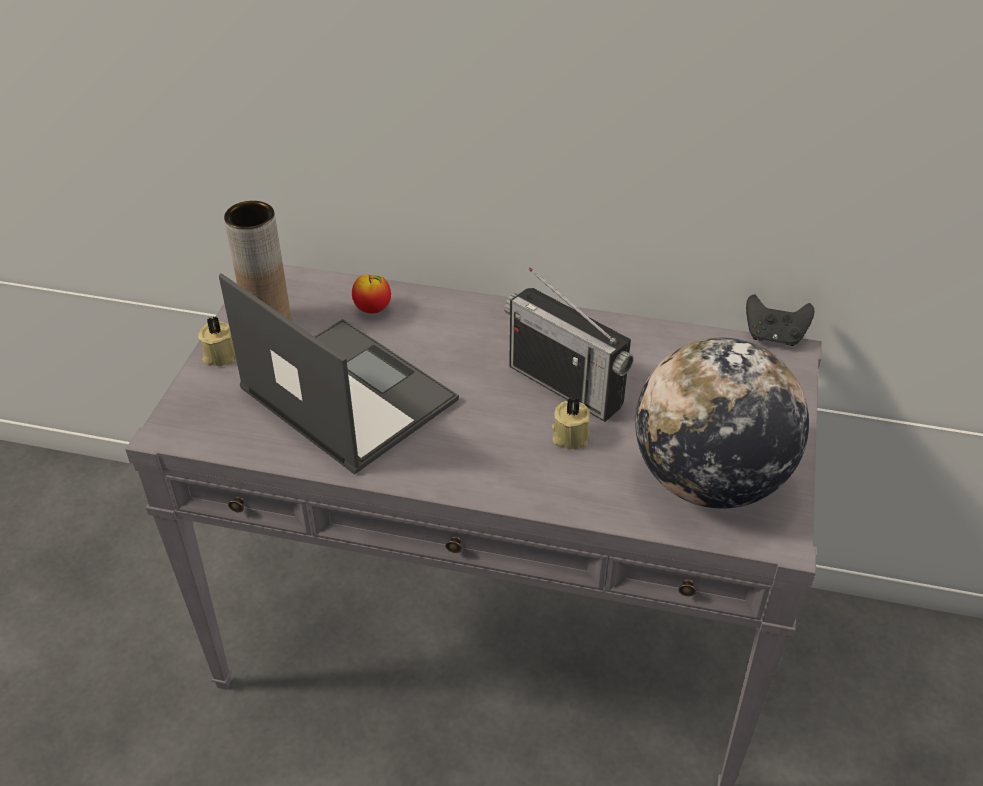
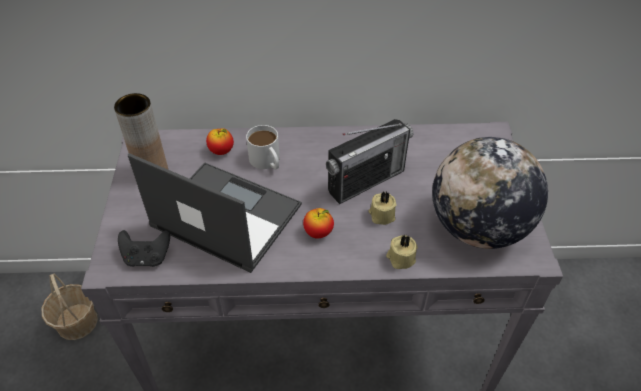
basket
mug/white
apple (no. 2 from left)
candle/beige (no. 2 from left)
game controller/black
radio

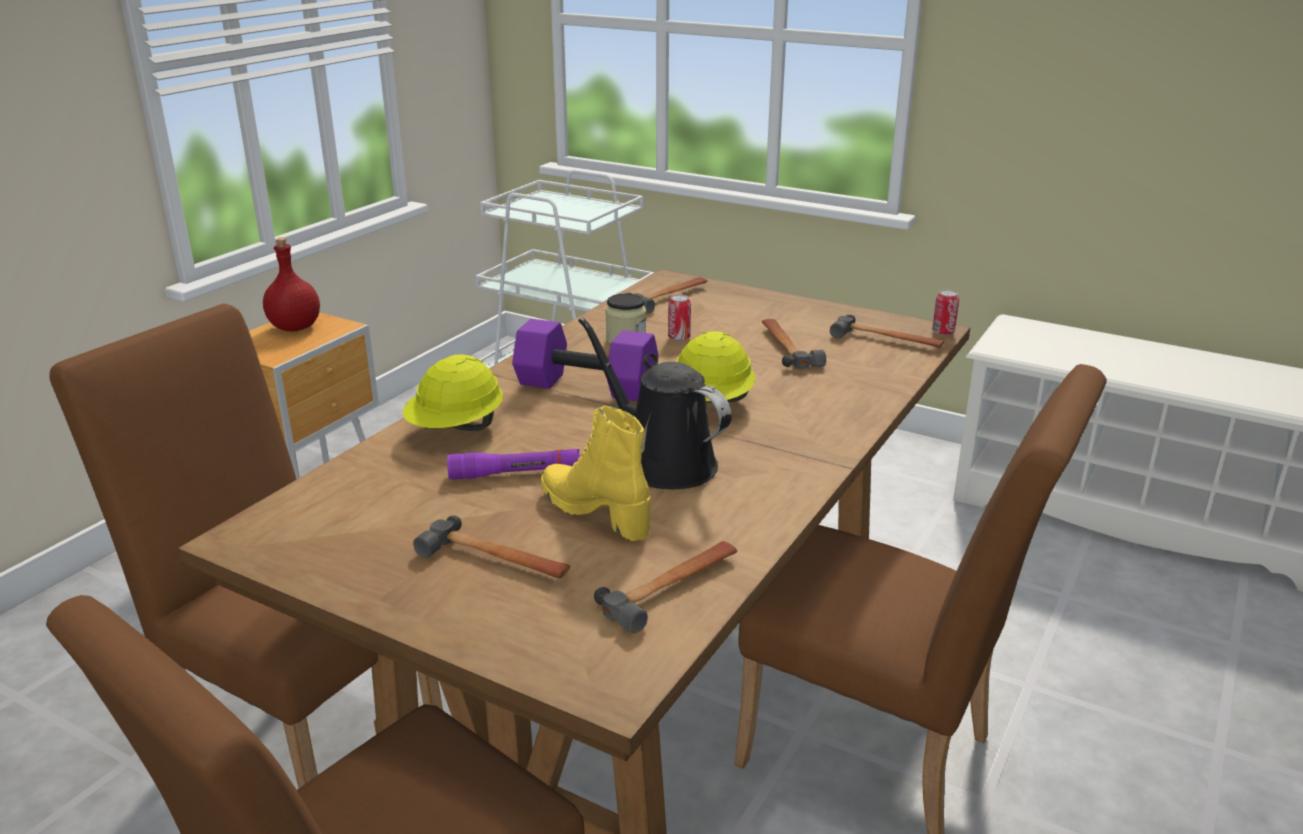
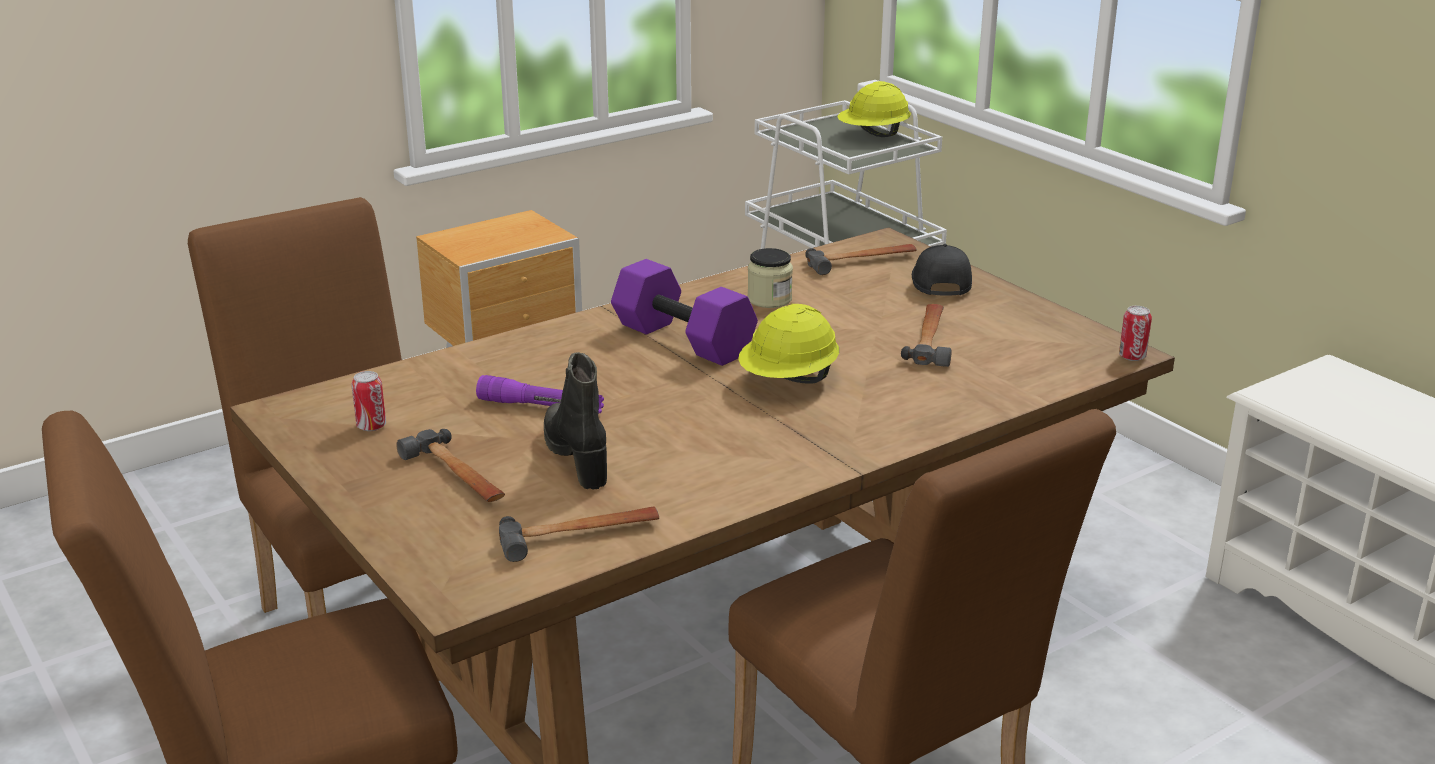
bottle/red
watering can/black
hammer (no. 5 from left in the first image)
cap/black
hard hat/yellow (no. 2 from left)
can (no. 1 from left)
boot/black

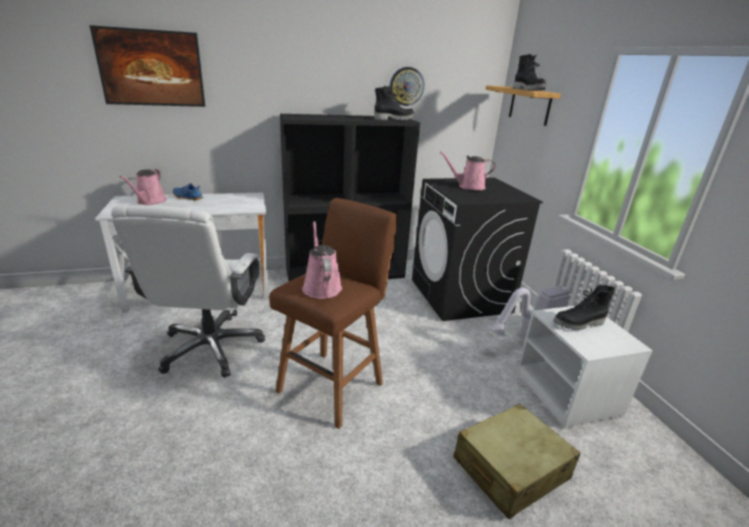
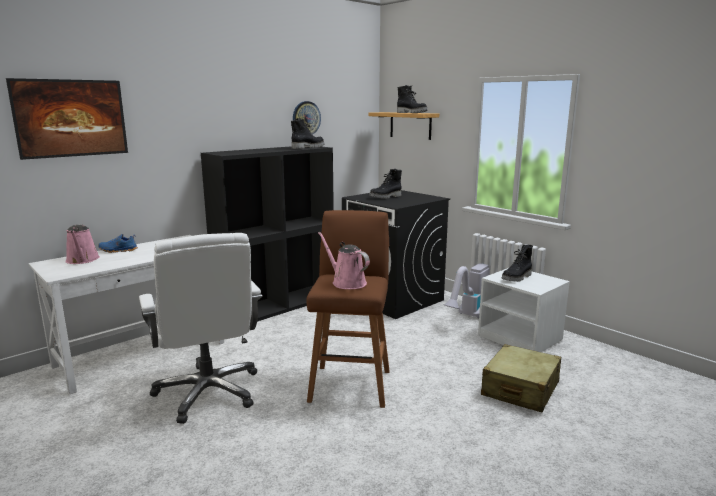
boot/black (no. 2 from left)

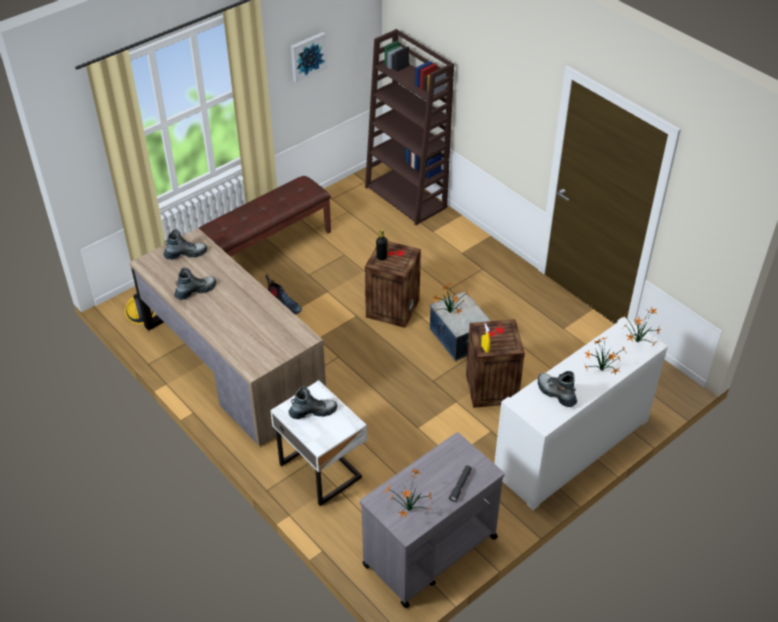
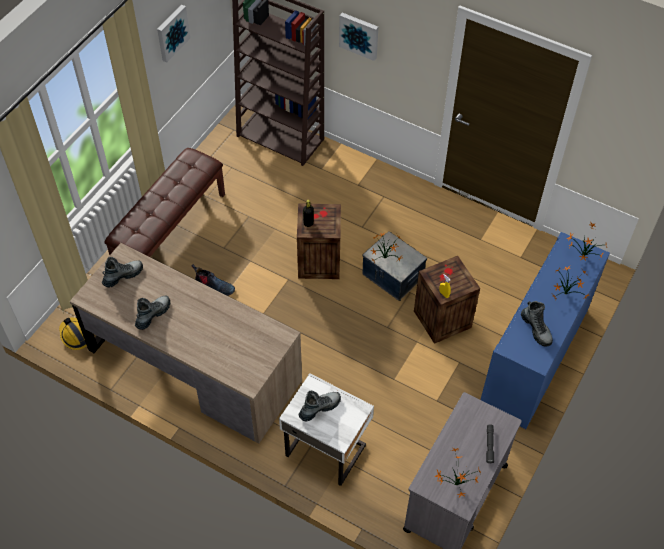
picture (no. 2 from left)
cabinet/blue
boot (no. 5 from left)

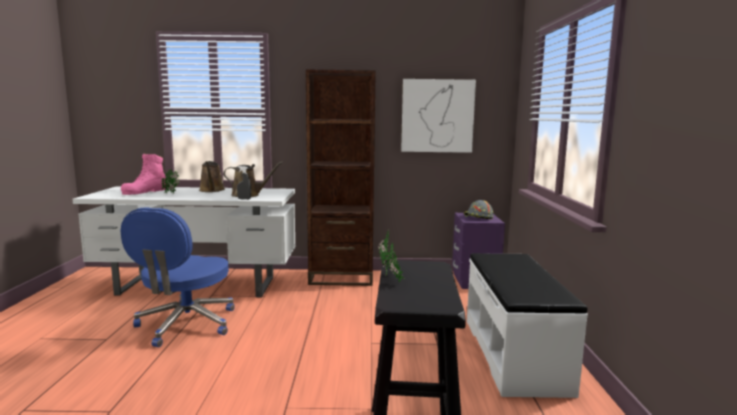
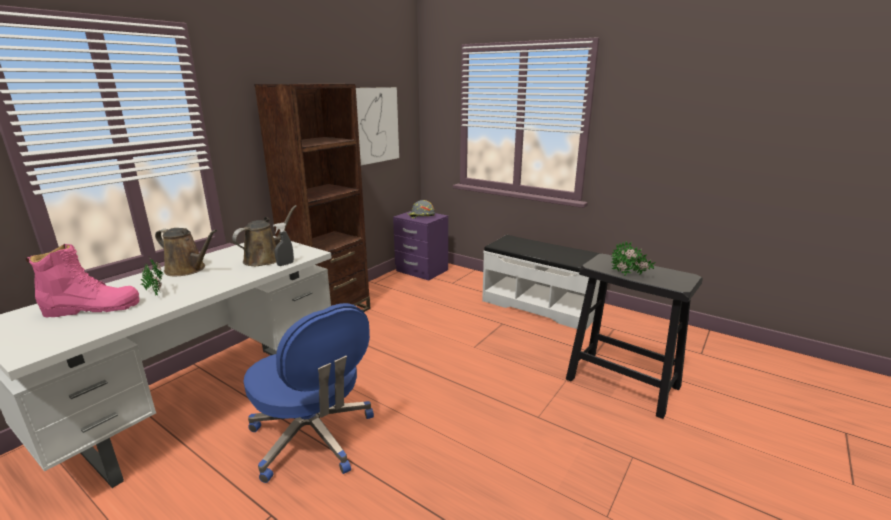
boot/pink

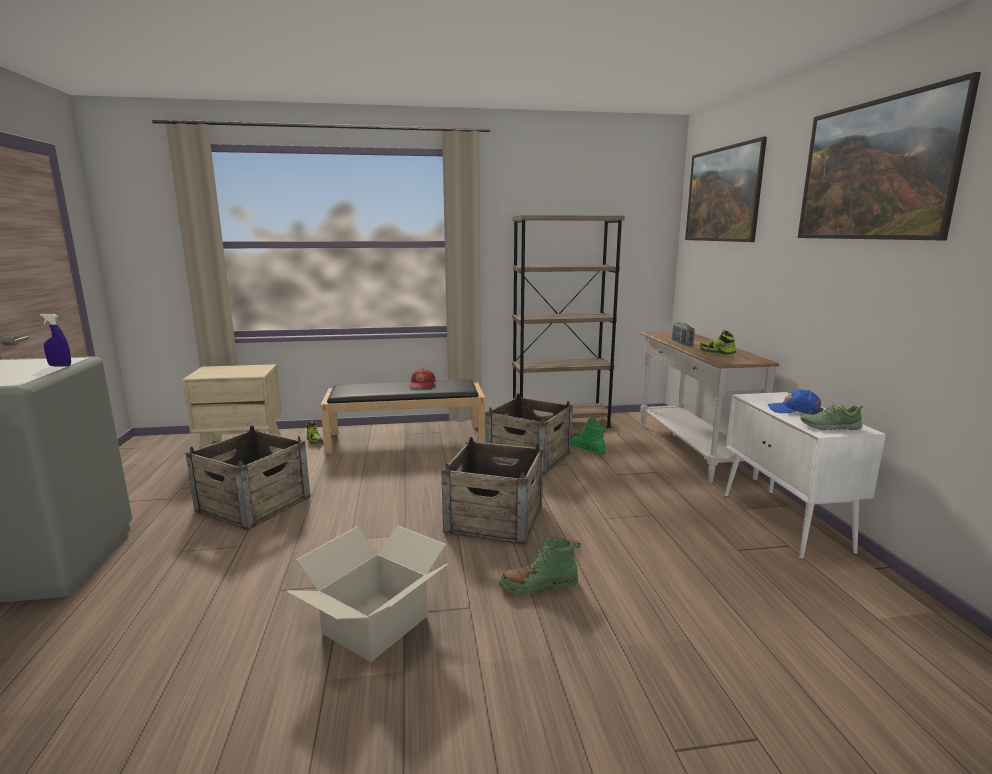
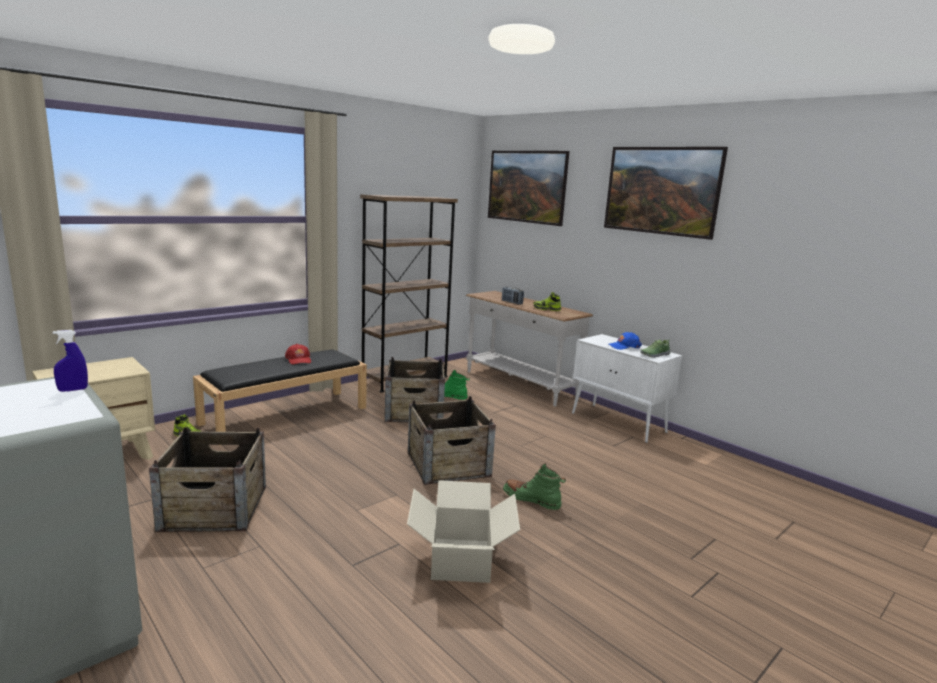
boot/green (no. 2 from left)

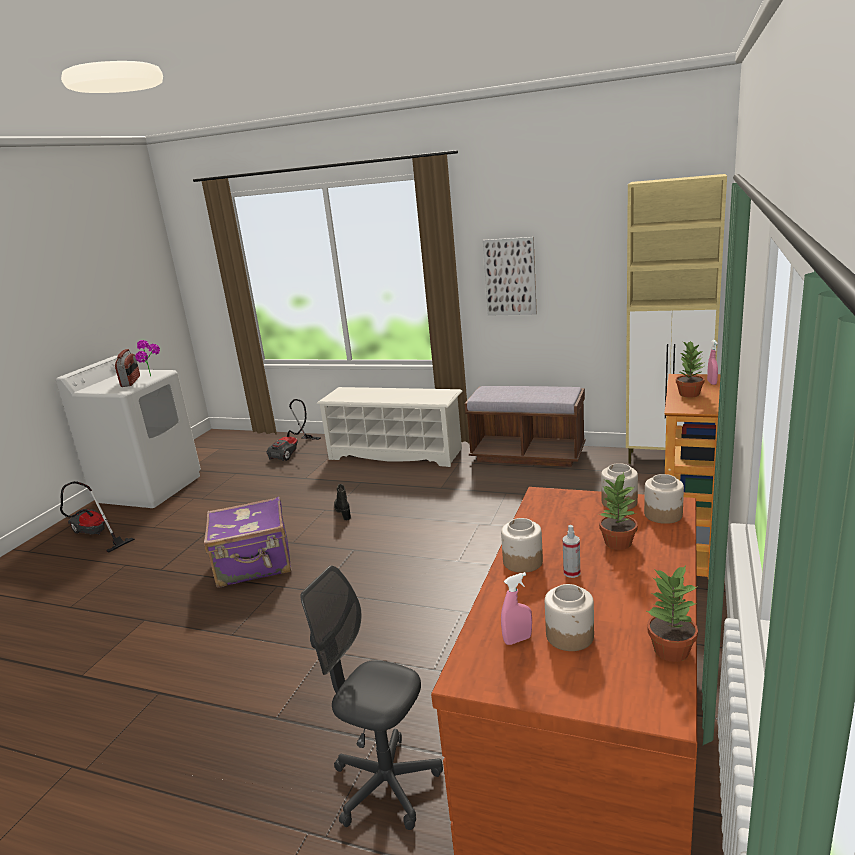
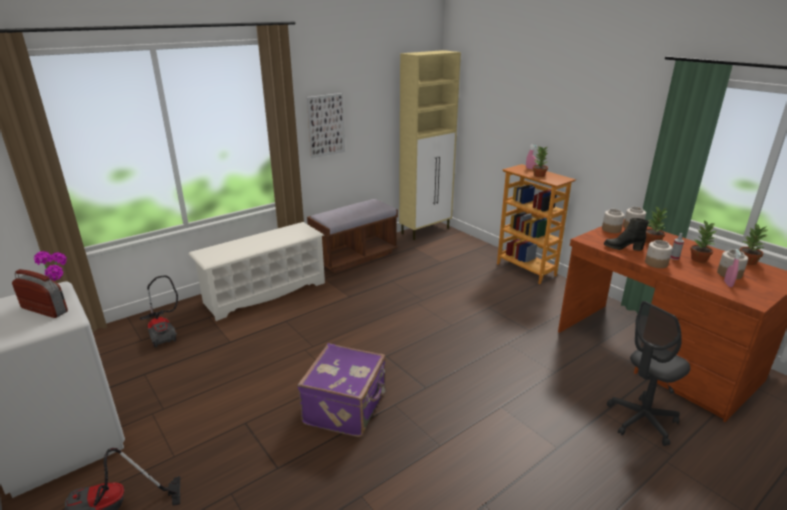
potted plant (no. 4 from left)
boot/black

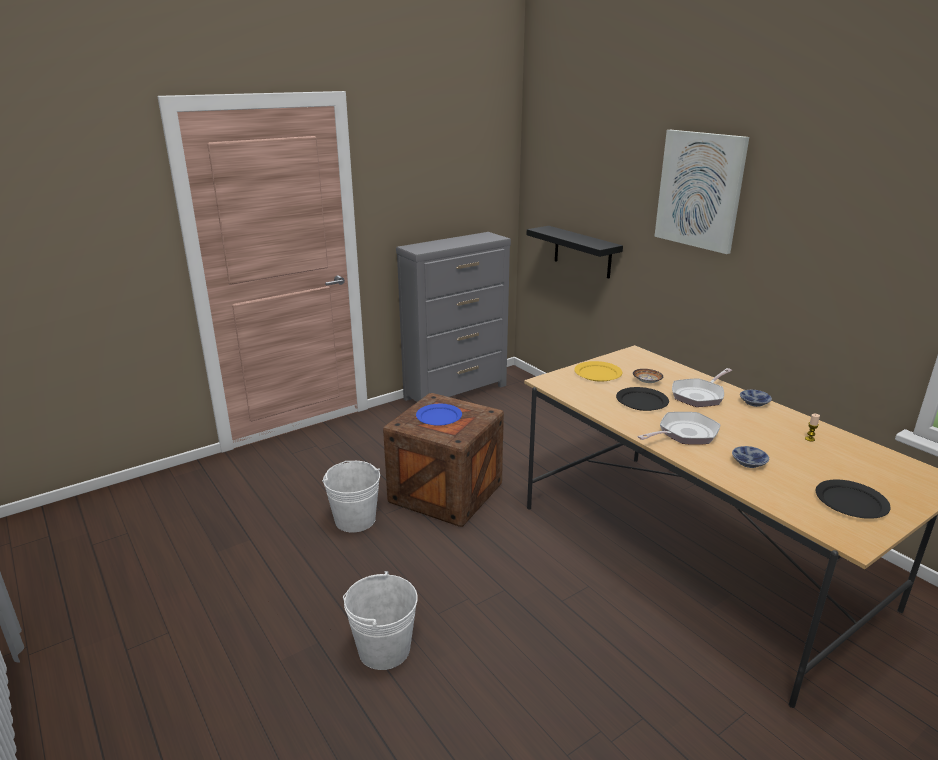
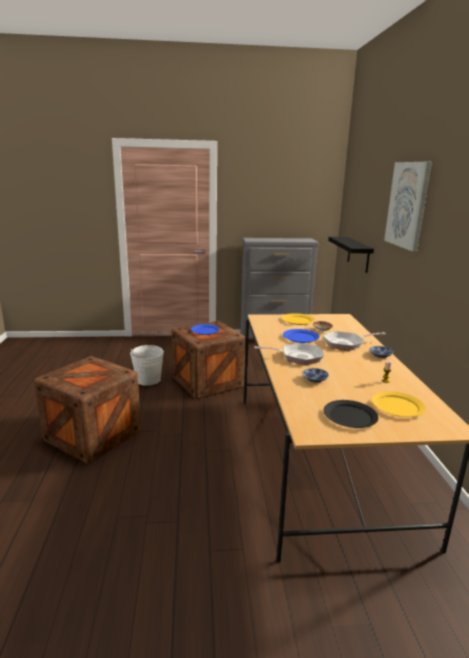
plate/yellow (no. 2 from left)
crate (no. 1 from left)
plate/blue (no. 2 from left)

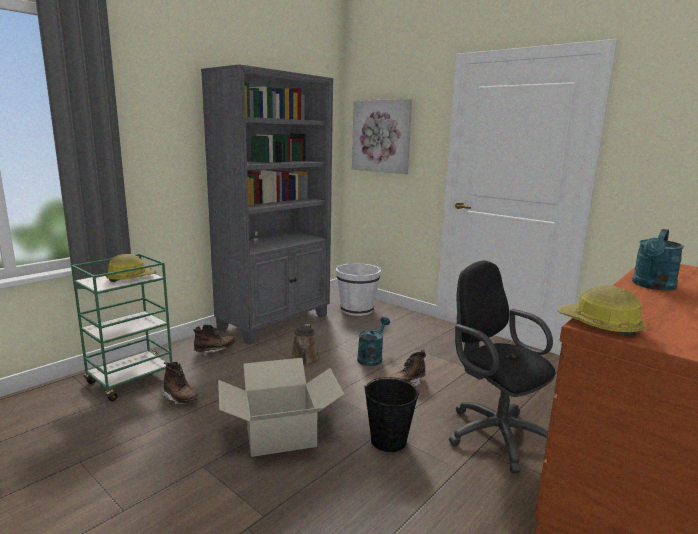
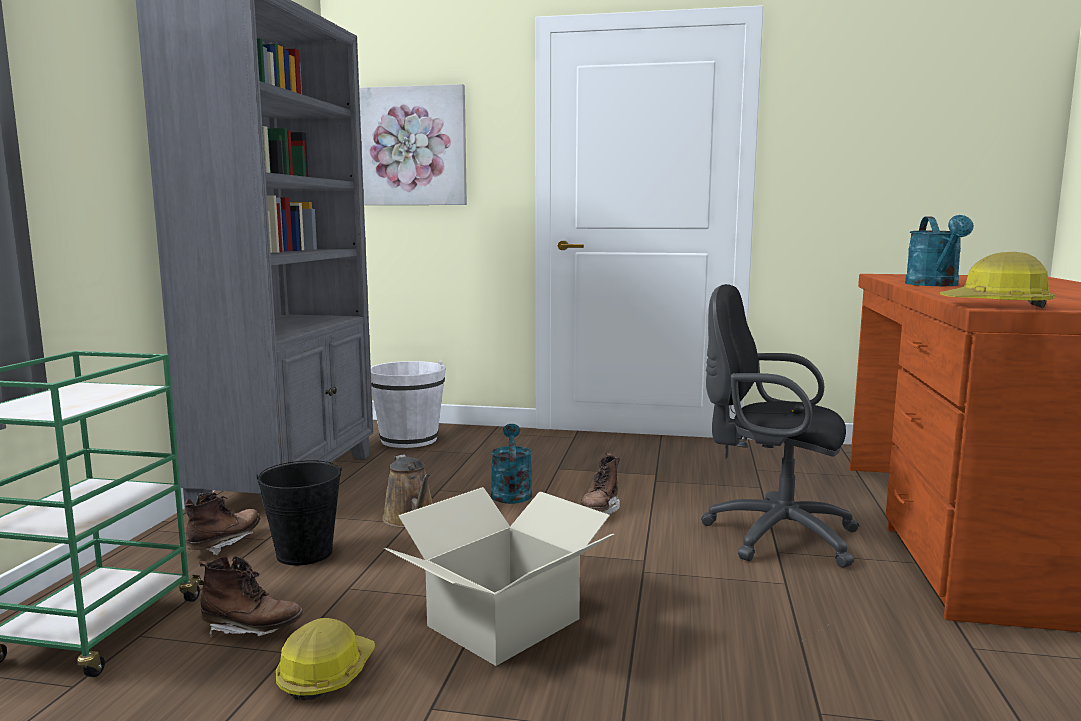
hard hat (no. 1 from left)
bucket/black

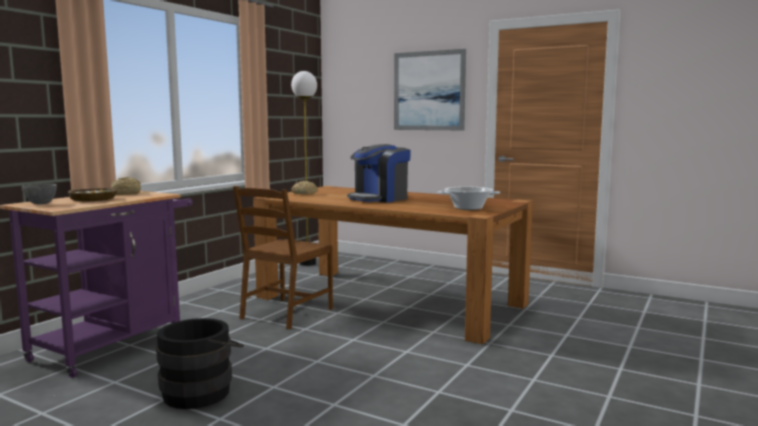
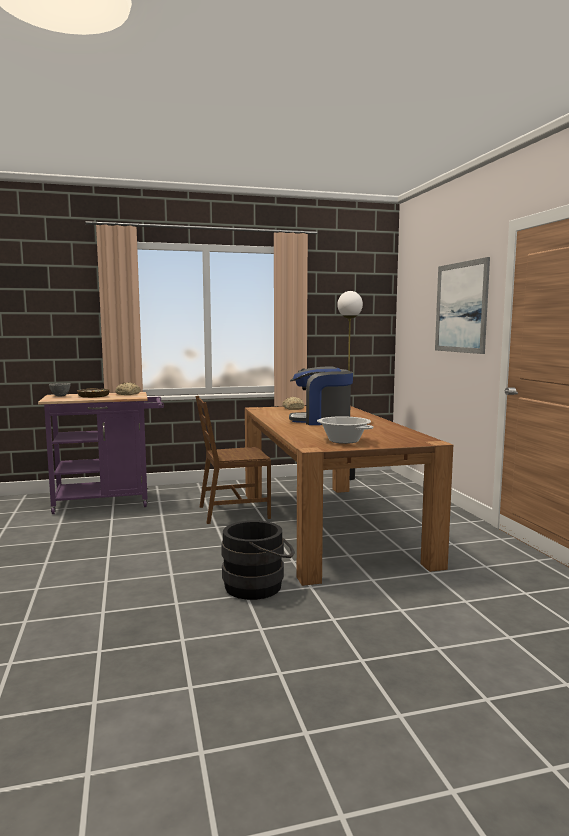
bucket/black

